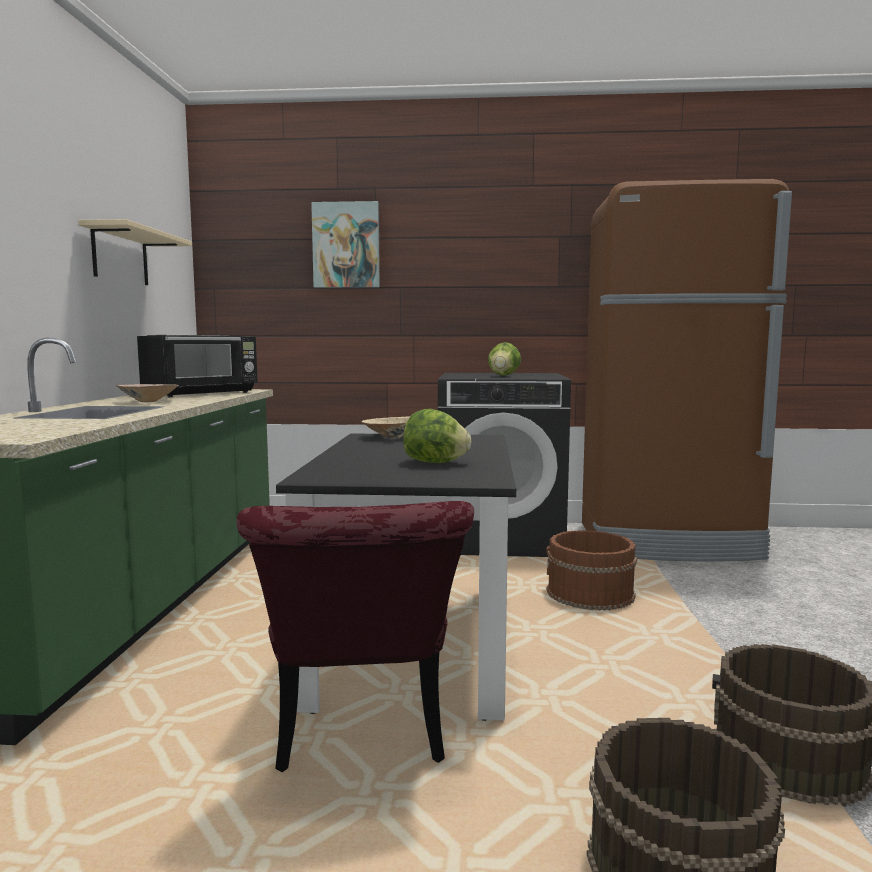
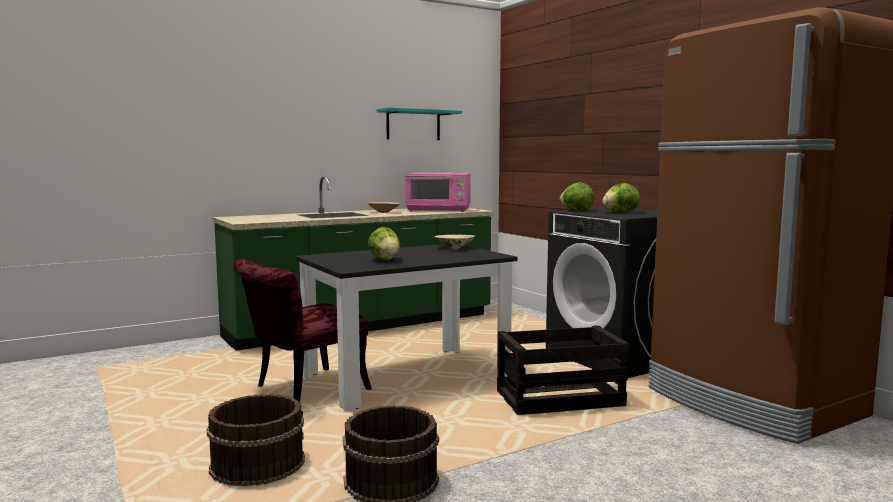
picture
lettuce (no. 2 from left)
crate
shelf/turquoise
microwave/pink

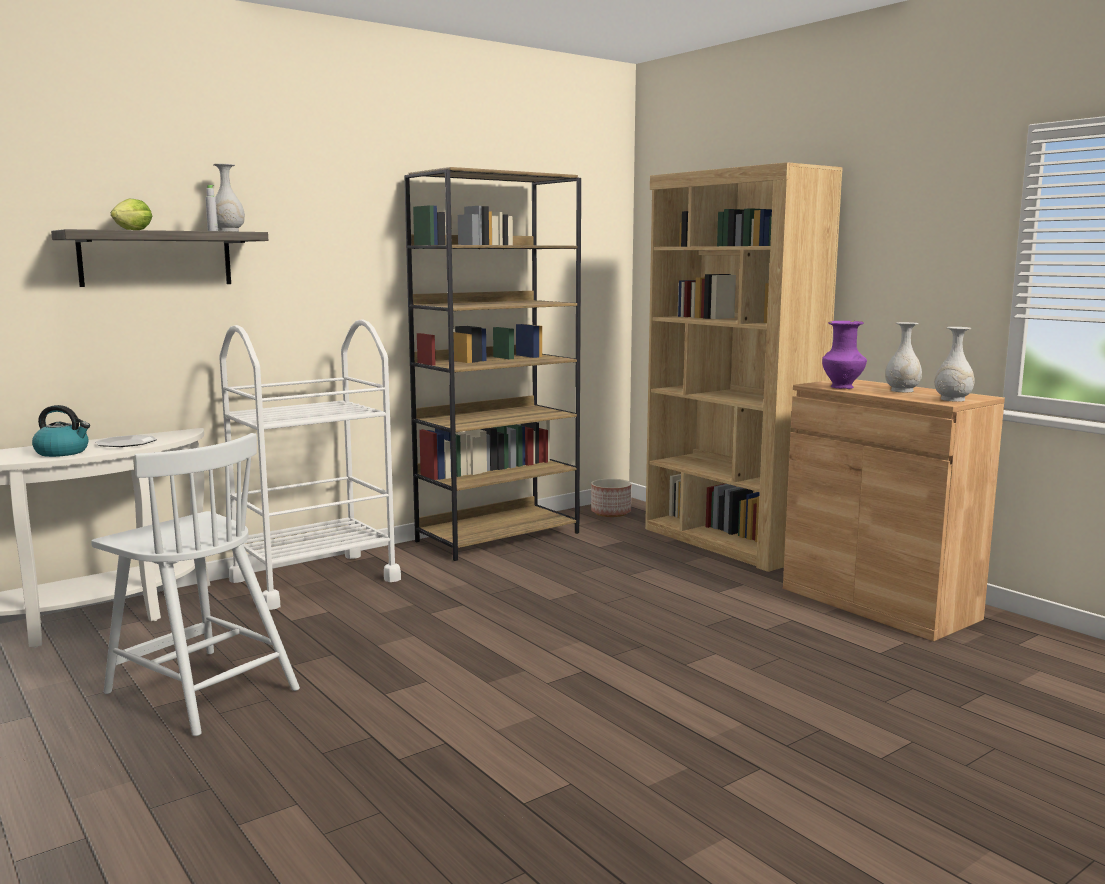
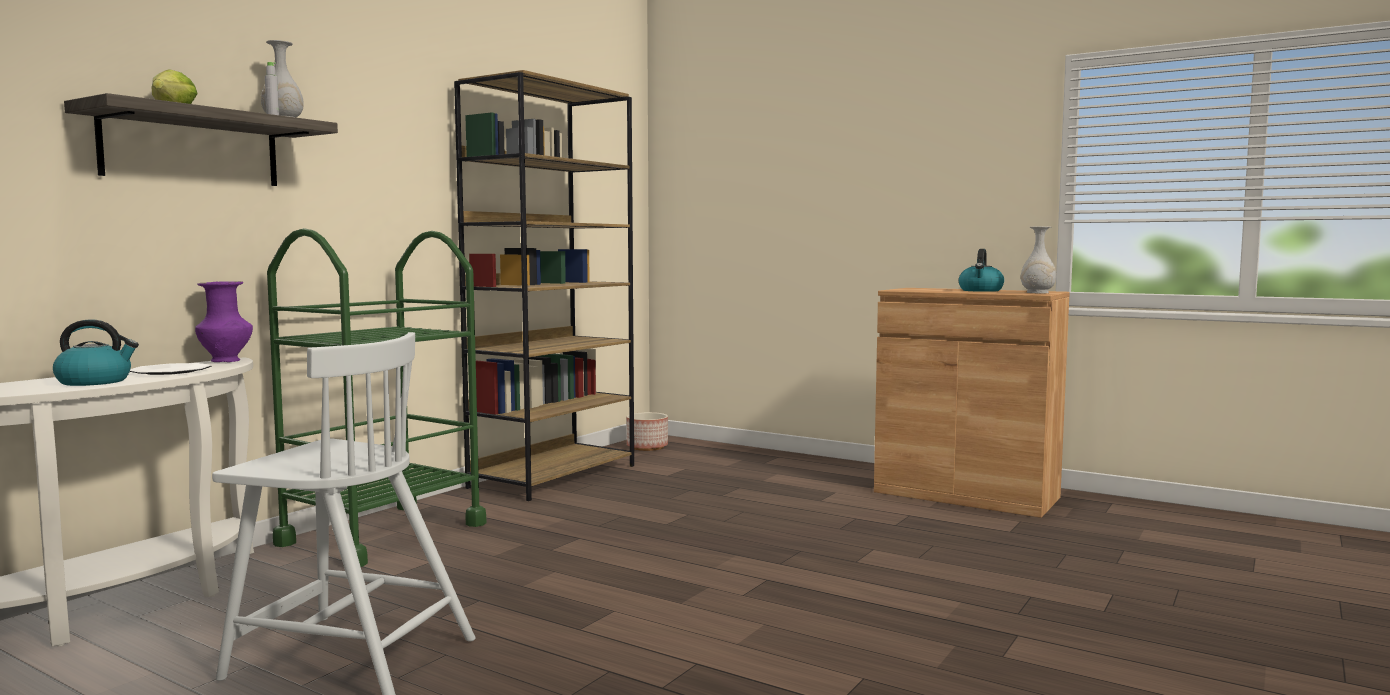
bookcase/brown (no. 2 from left in the first image)
vase/purple
kettle (no. 2 from left)
cart/green

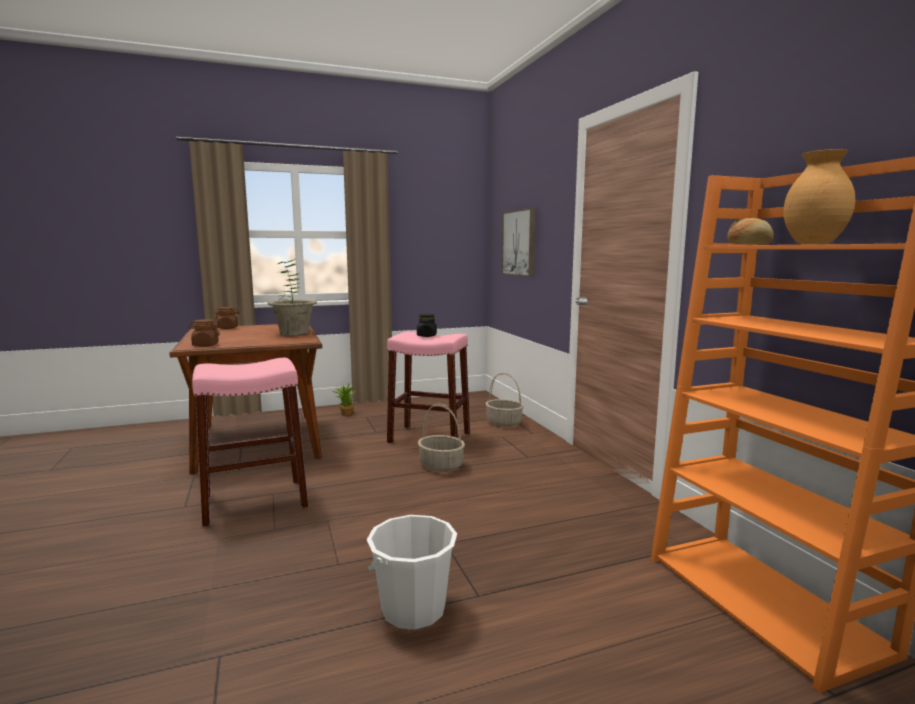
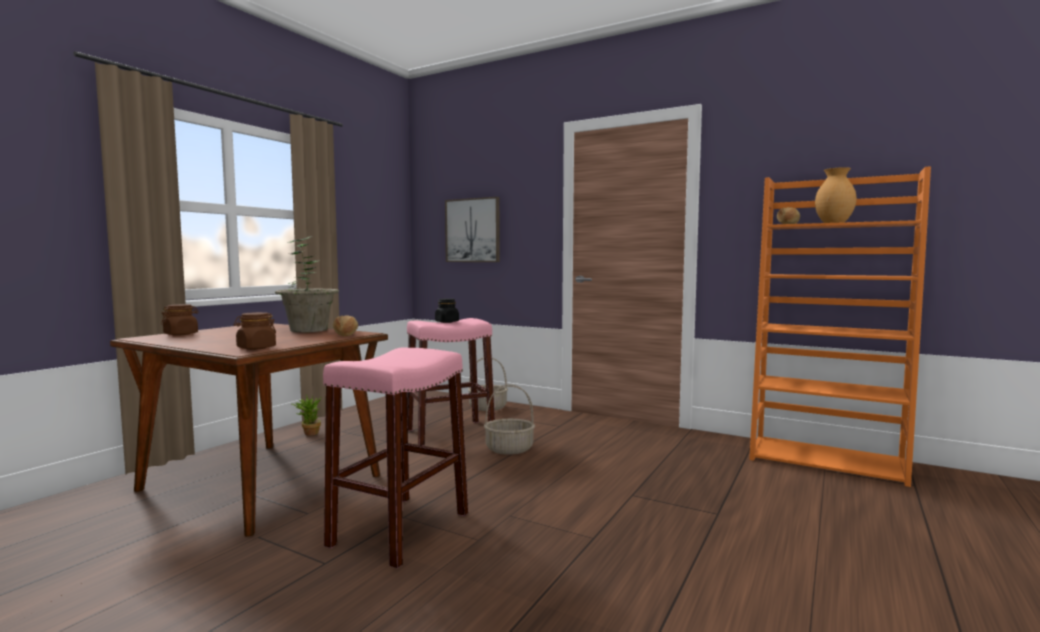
bucket/white
bread (no. 1 from left)

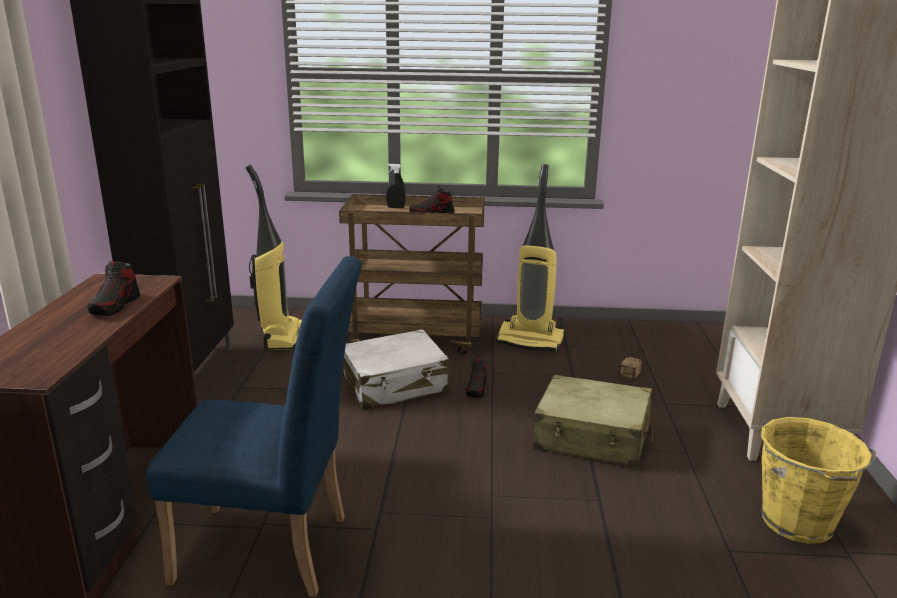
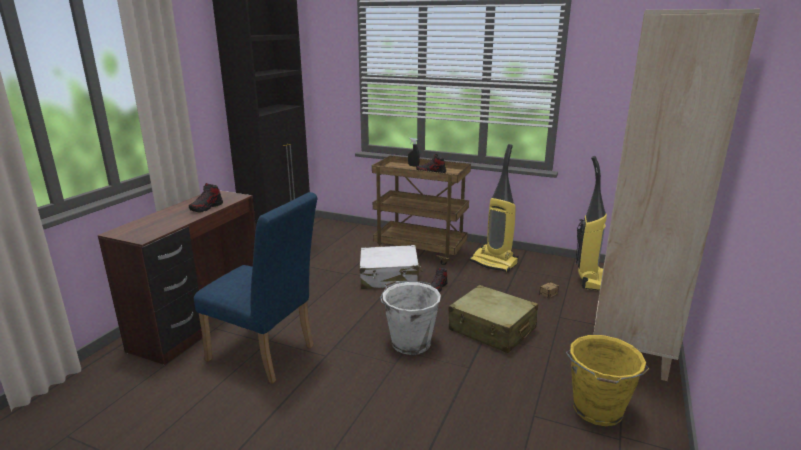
bucket/white
vacuum cleaner (no. 2 from left)

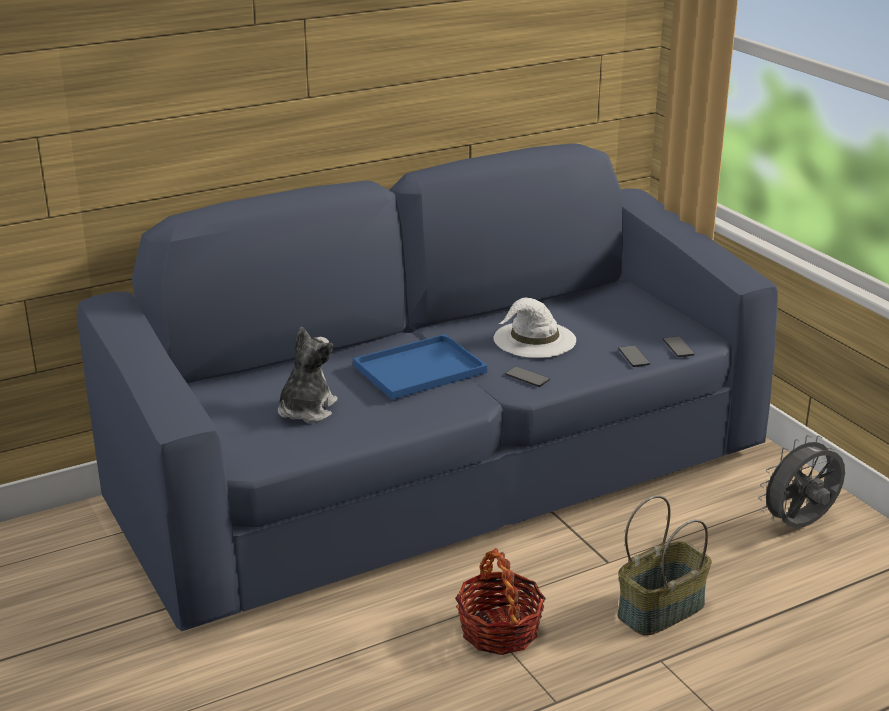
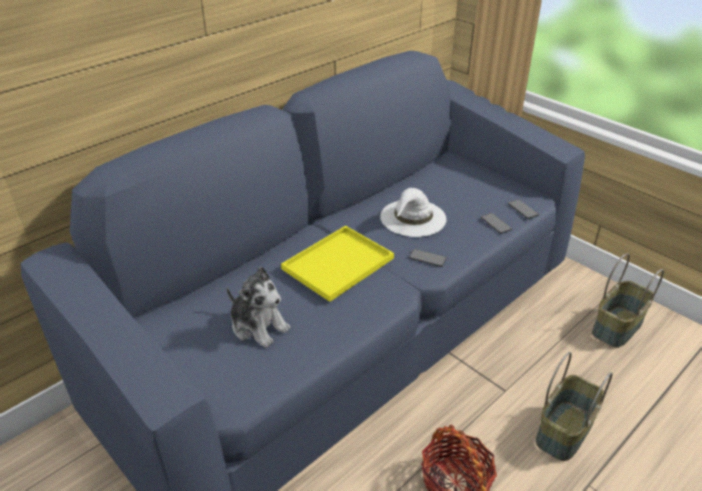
basket (no. 3 from left)
tray/yellow
plush toy

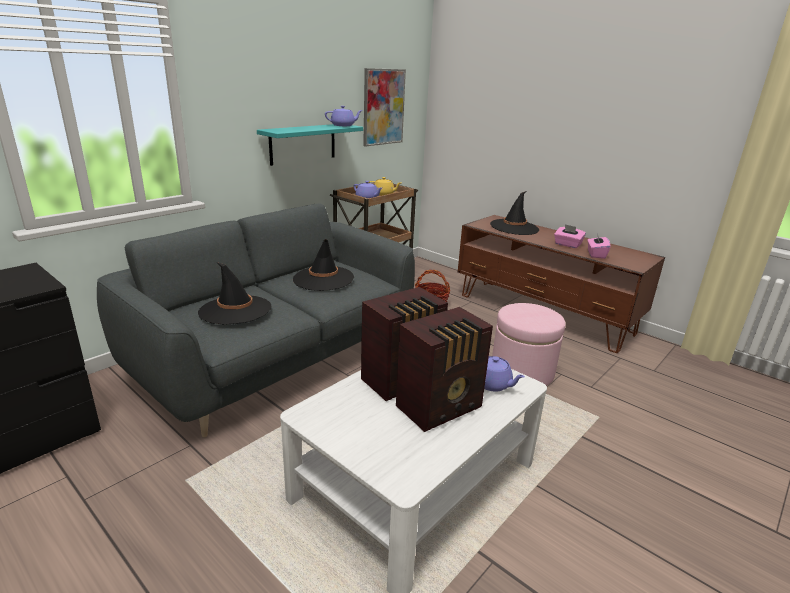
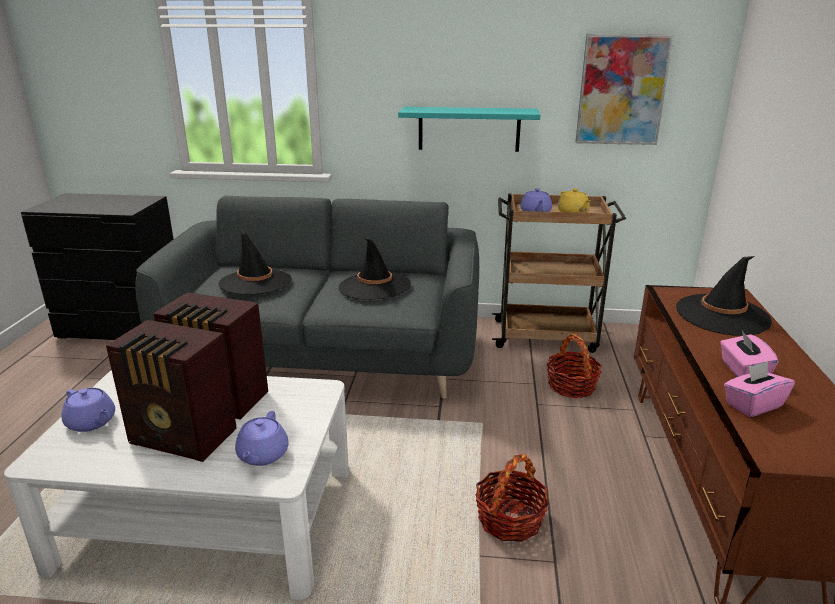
teapot/purple (no. 1 from left)
basket (no. 1 from left)

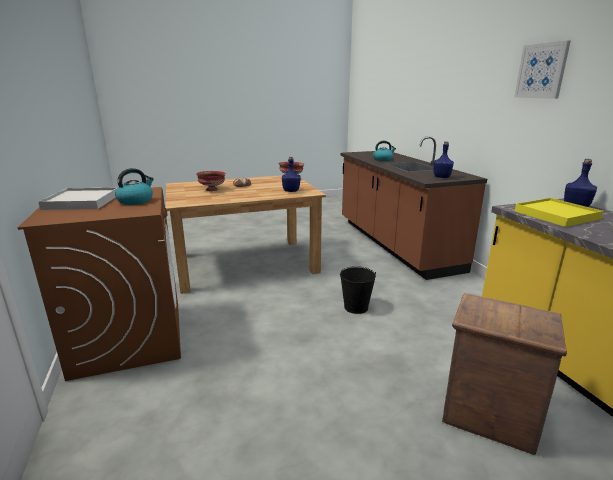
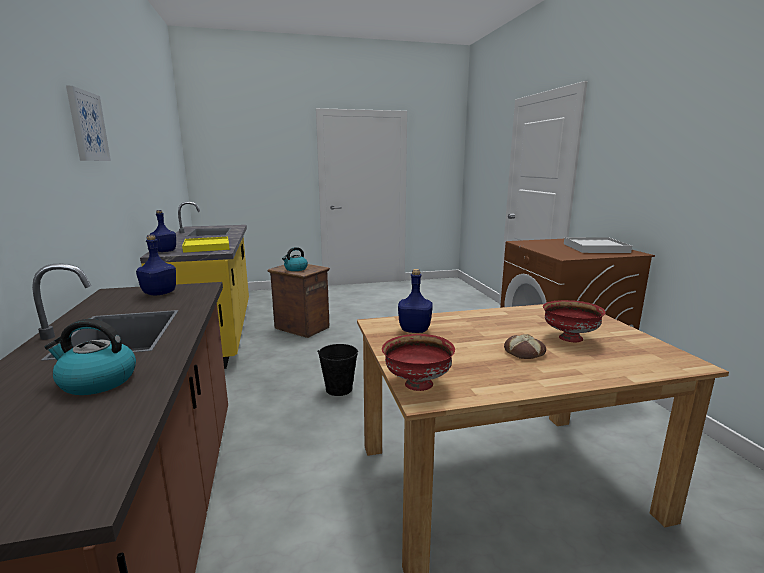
kettle (no. 2 from left)

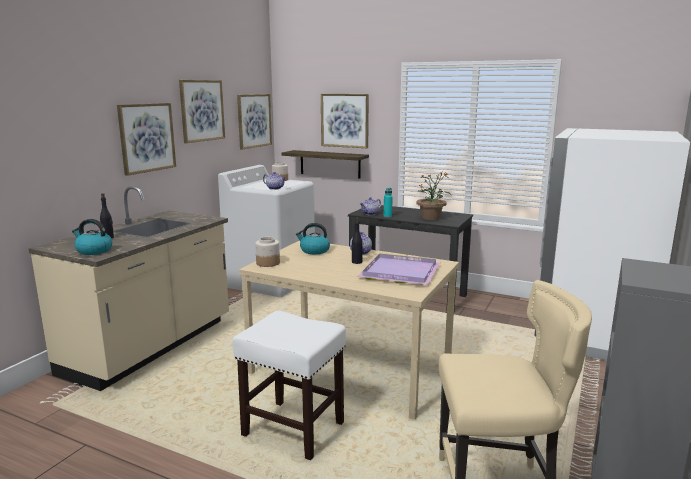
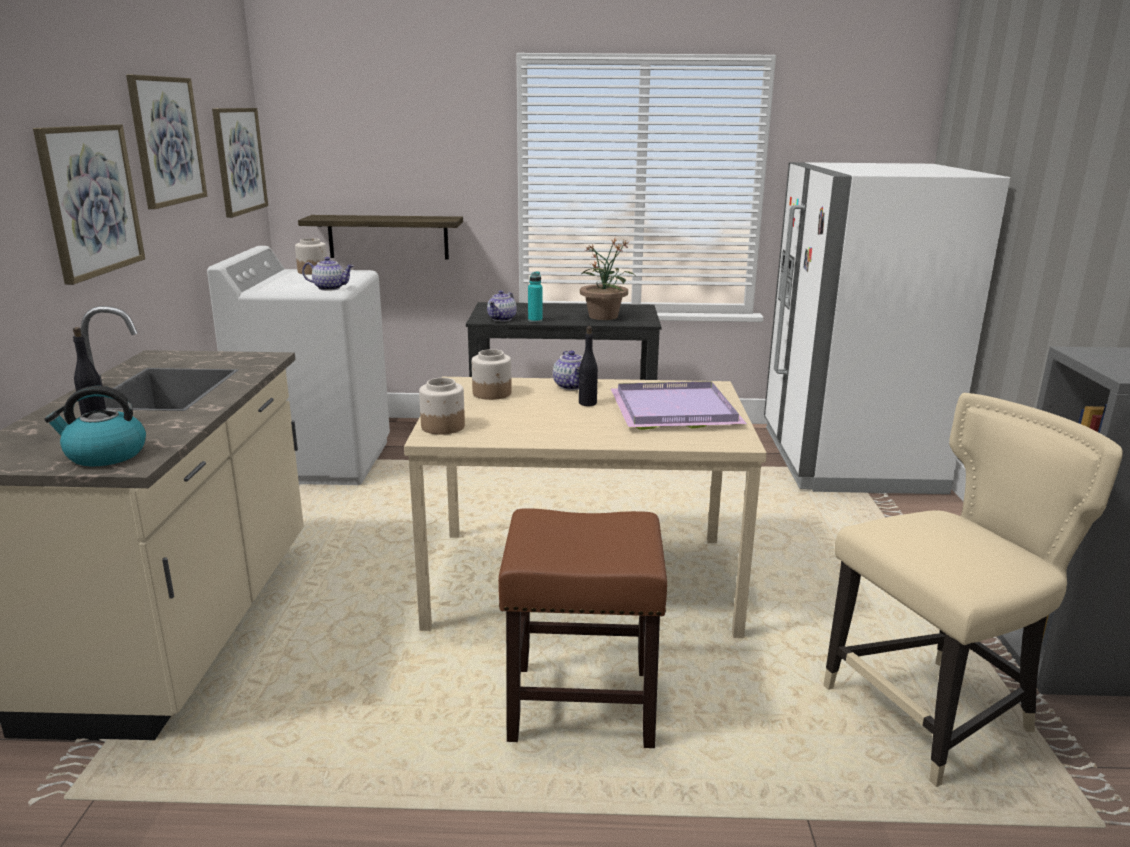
picture (no. 4 from left in the first image)
jar (no. 3 from left)
stool/brown

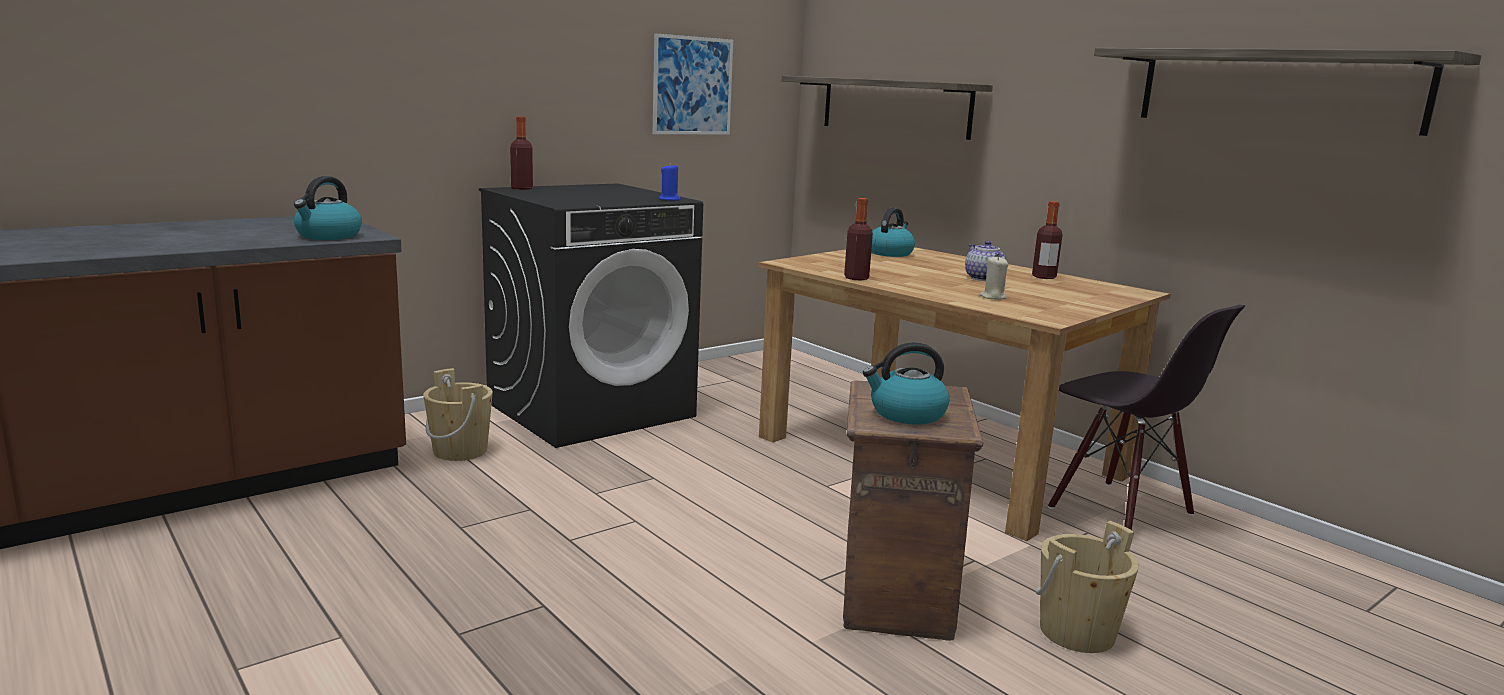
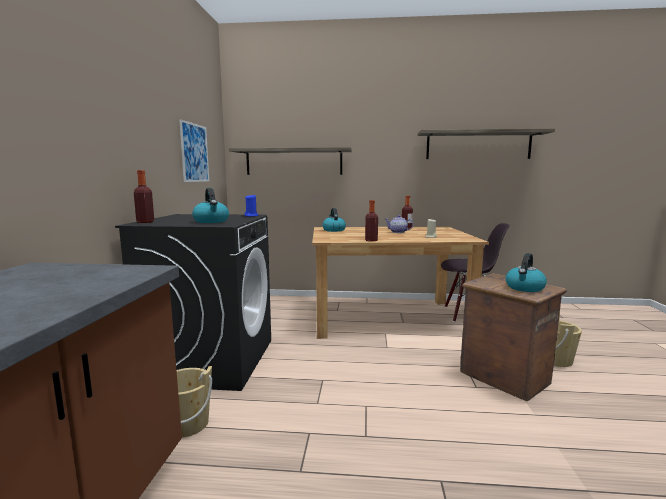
kettle (no. 1 from left)

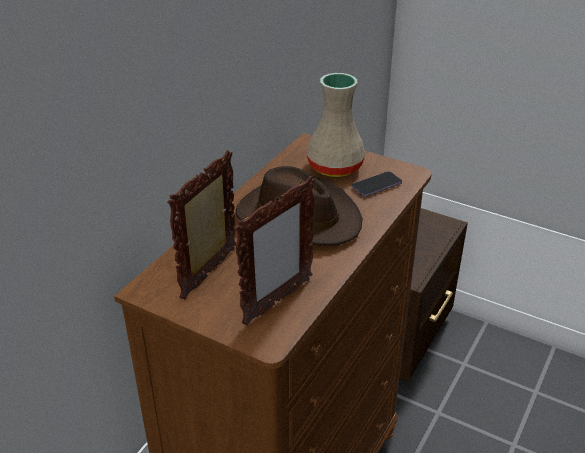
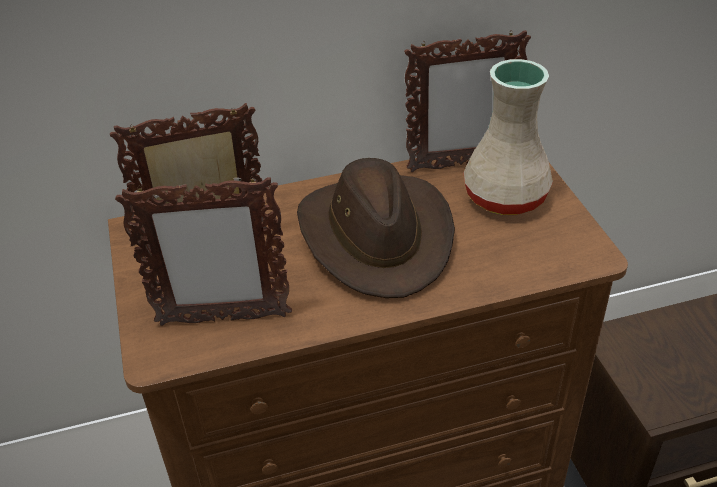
phone
picture frame (no. 3 from left)

